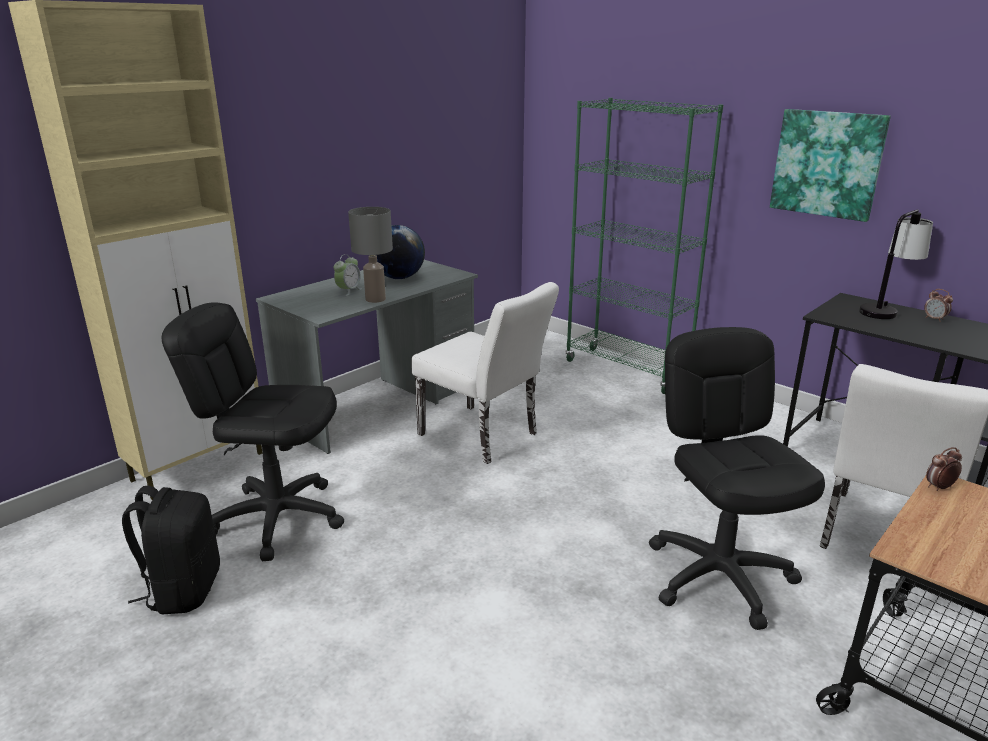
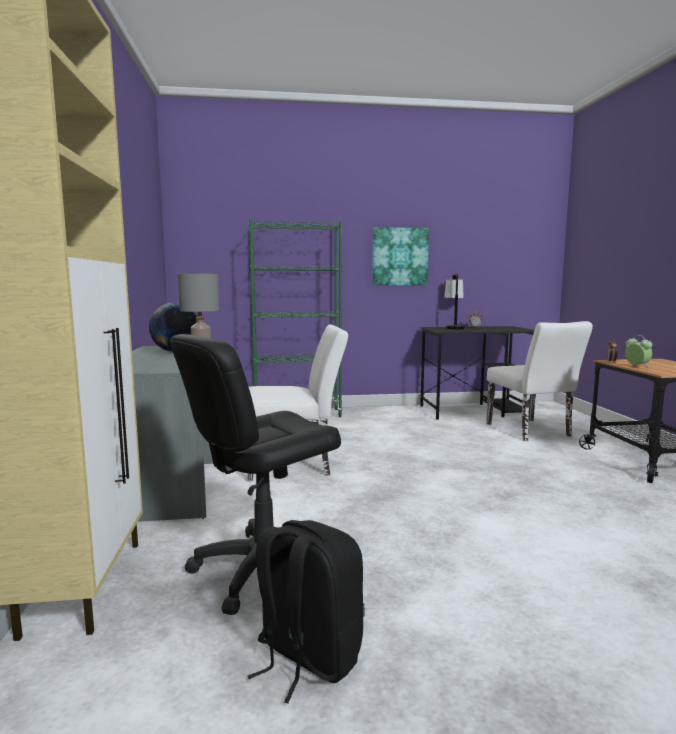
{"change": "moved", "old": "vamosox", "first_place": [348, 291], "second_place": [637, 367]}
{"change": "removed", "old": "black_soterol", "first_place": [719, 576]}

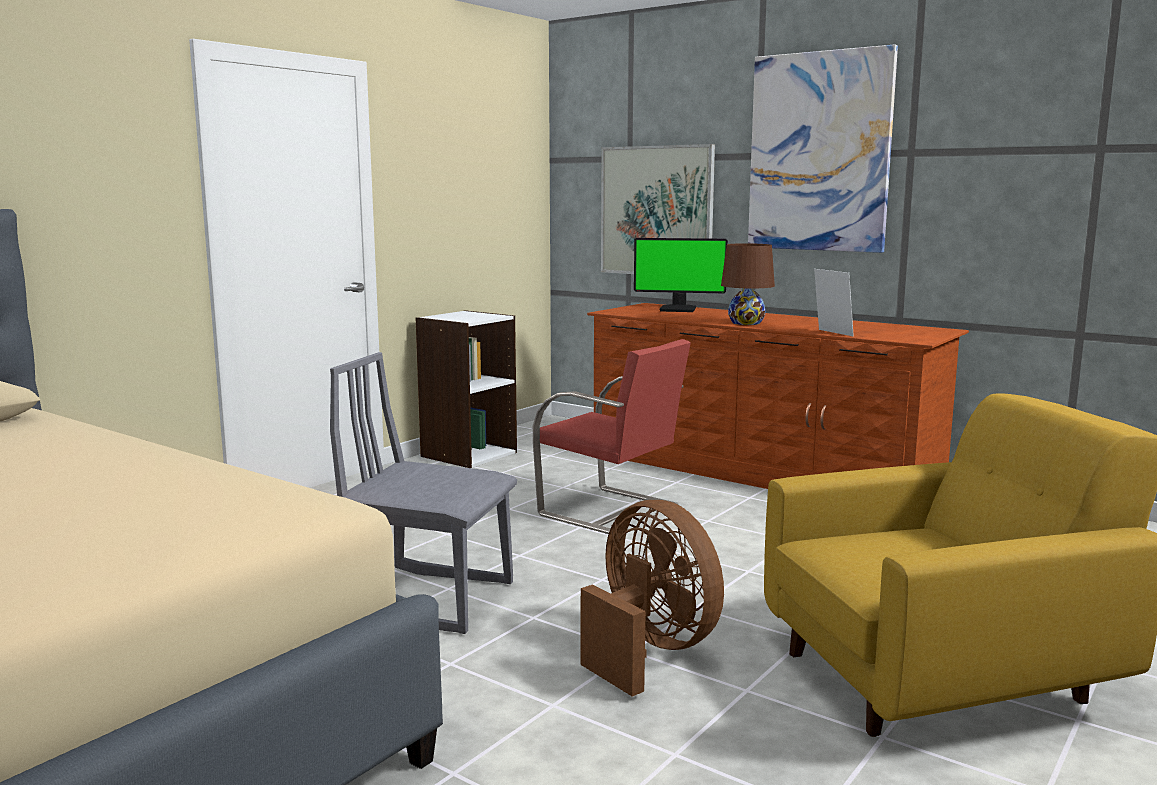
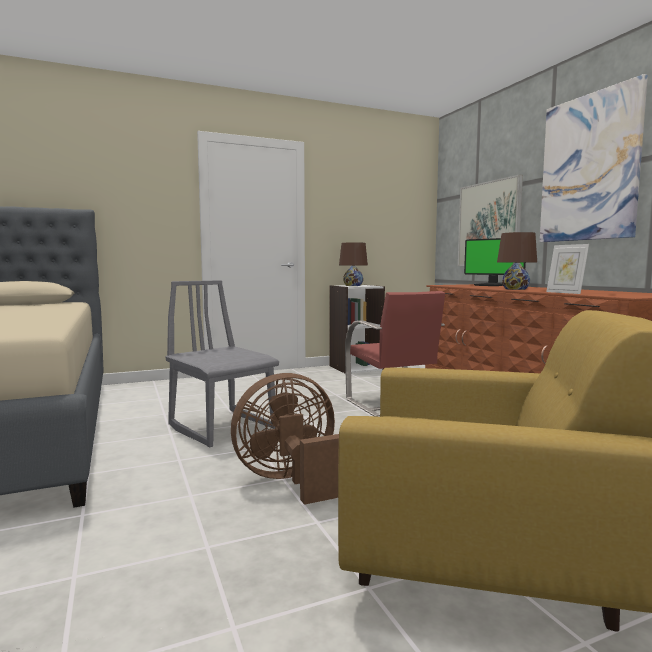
{"change": "turned", "old": "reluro", "first_place": [831, 333], "second_place": [565, 292], "degrees": 150}
{"change": "turned", "old": "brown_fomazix", "first_place": [649, 651], "second_place": [293, 481], "degrees": -105}
{"change": "added", "new": "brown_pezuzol", "second_place": [353, 285]}

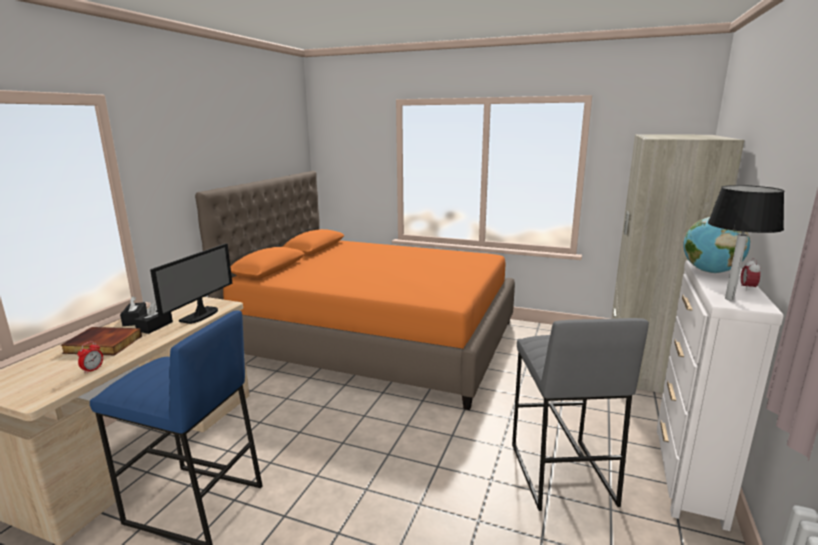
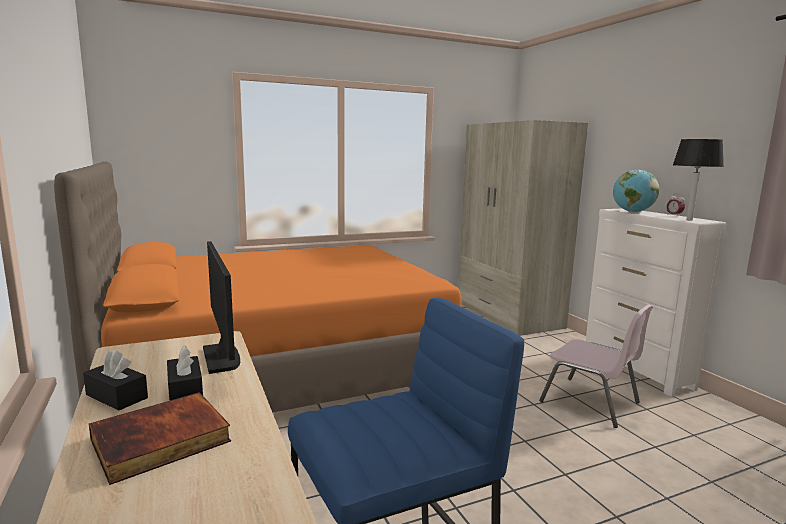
{"change": "replaced", "old": "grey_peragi", "new": "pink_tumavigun", "first_place": [560, 473], "second_place": [591, 402]}
{"change": "removed", "old": "vamosox", "first_place": [93, 369]}

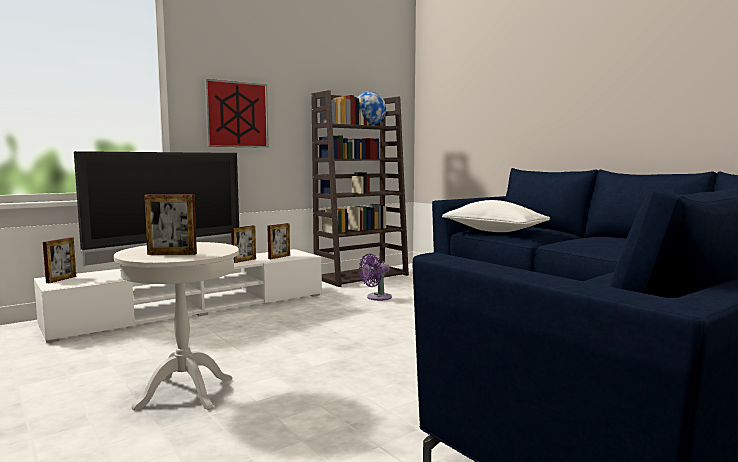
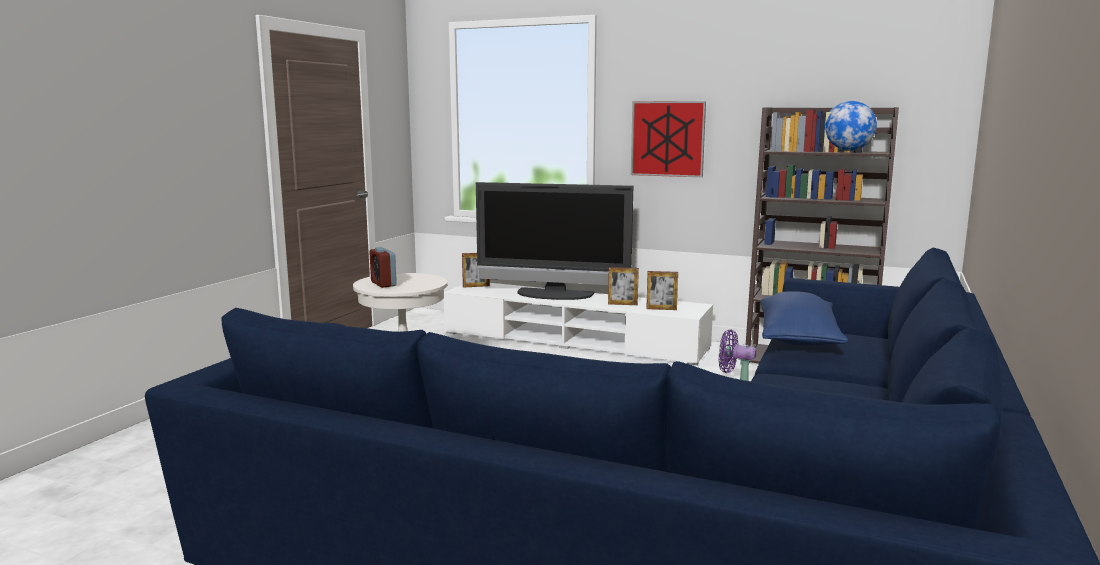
{"change": "replaced", "old": "reluro", "new": "vamosox", "first_place": [172, 254], "second_place": [383, 284]}
{"change": "recoloured", "old": "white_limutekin", "new": "blue_limutekin", "first_place": [494, 231], "second_place": [798, 339]}

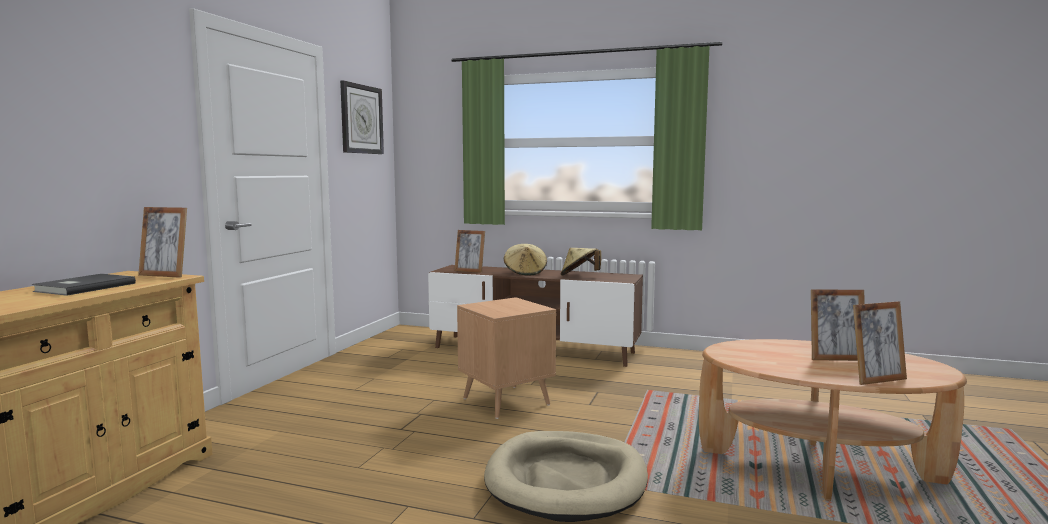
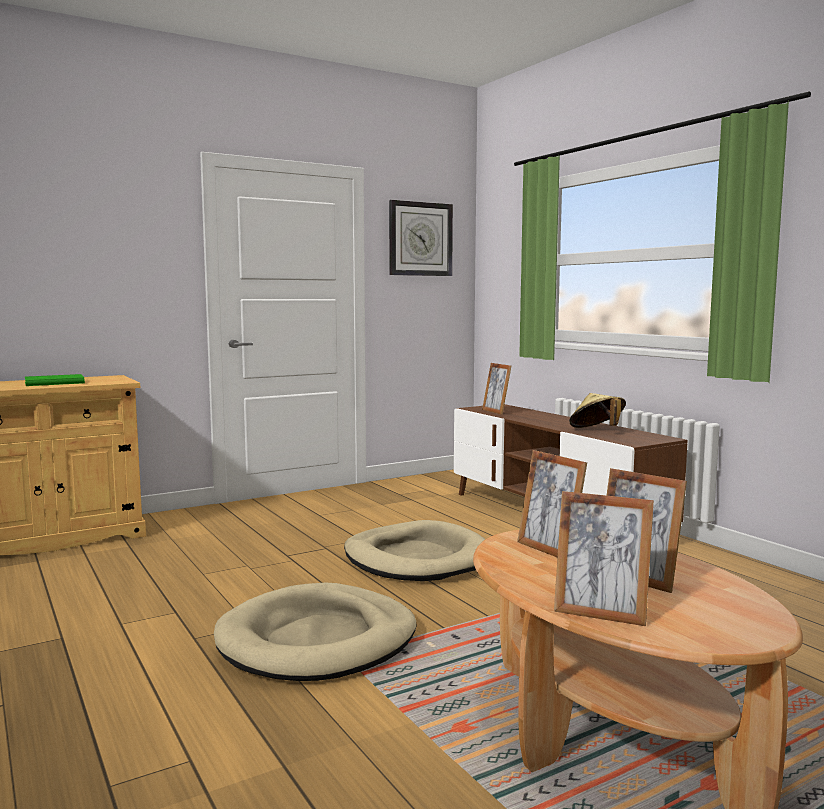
{"change": "moved", "old": "reluro", "first_place": [165, 275], "second_place": [549, 550]}
{"change": "removed", "old": "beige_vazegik", "first_place": [525, 272]}
{"change": "recoloured", "old": "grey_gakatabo", "new": "green_gakatabo", "first_place": [83, 287], "second_place": [53, 382]}
{"change": "replaced", "old": "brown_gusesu", "new": "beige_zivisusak", "first_place": [506, 401], "second_place": [416, 558]}

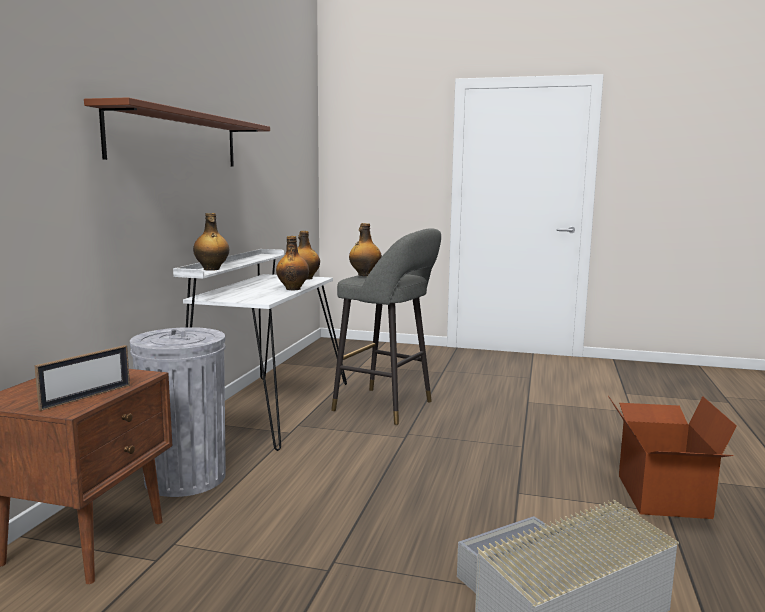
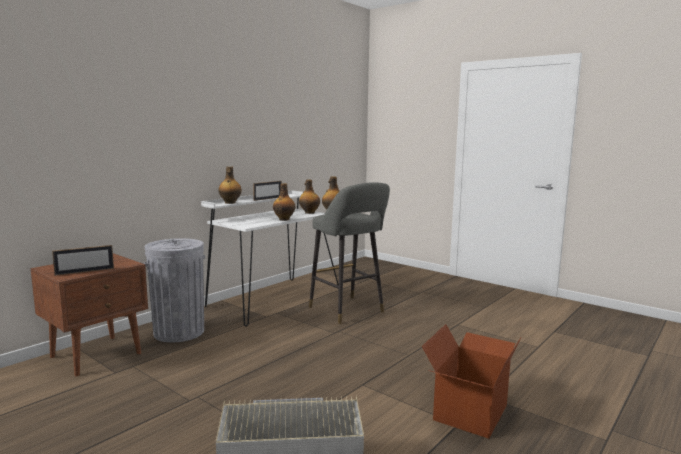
{"change": "removed", "old": "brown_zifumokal", "first_place": [177, 139]}
{"change": "added", "new": "reluro", "second_place": [268, 198]}

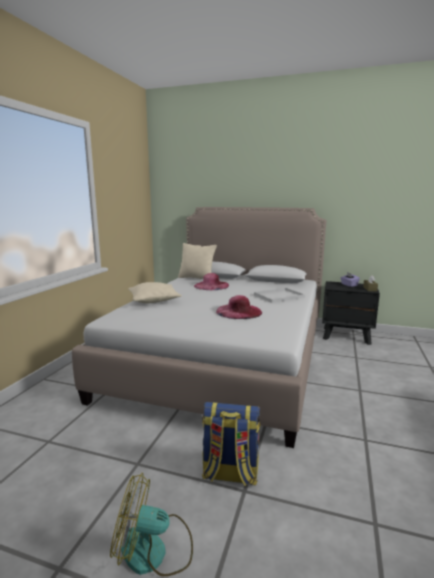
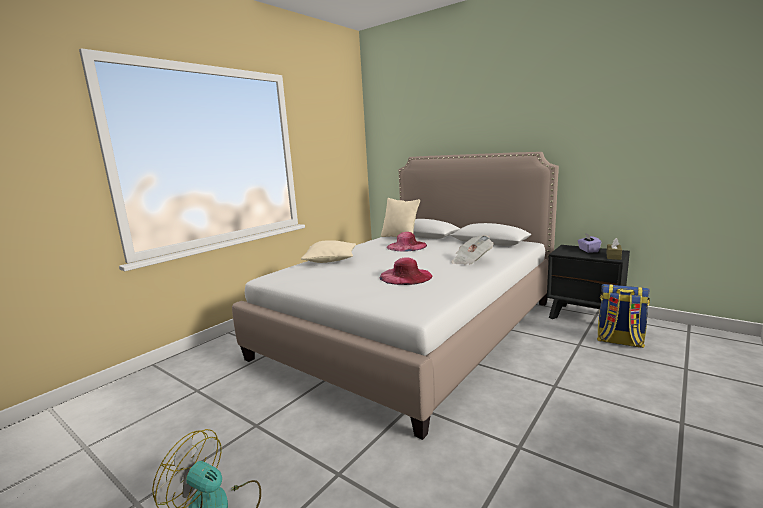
{"change": "replaced", "old": "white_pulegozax", "new": "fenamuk", "first_place": [278, 296], "second_place": [471, 261]}
{"change": "moved", "old": "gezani", "first_place": [230, 474], "second_place": [619, 341]}

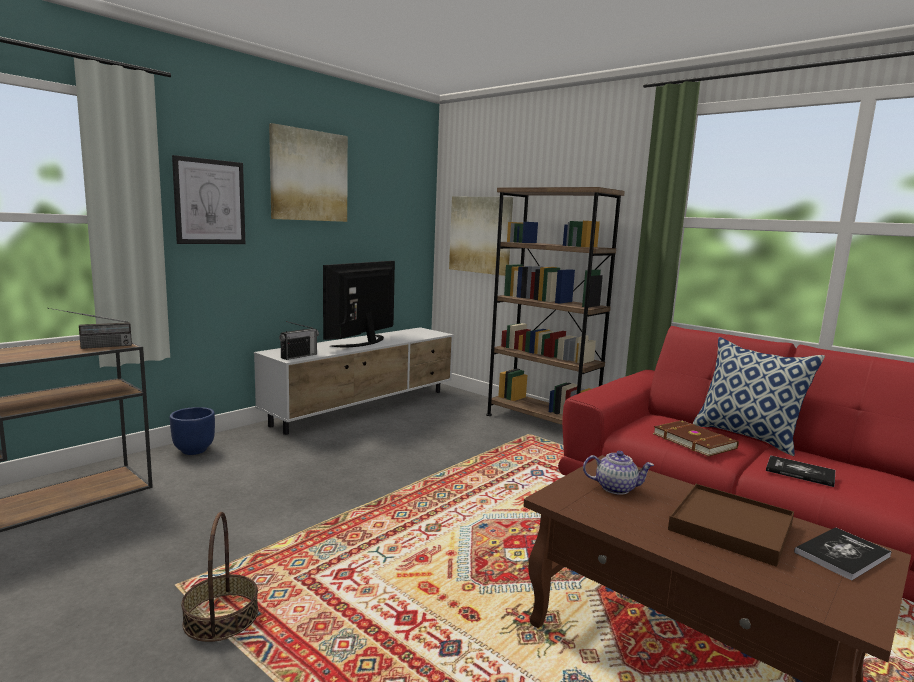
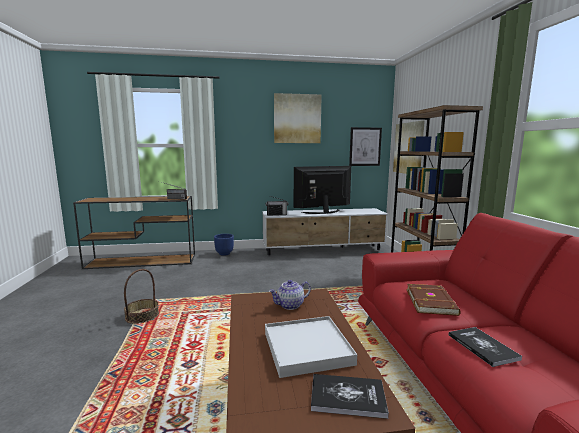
{"change": "moved", "old": "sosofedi", "first_place": [210, 202], "second_place": [365, 146]}
{"change": "removed", "old": "limutekin", "first_place": [747, 437]}
{"change": "turned", "old": "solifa", "first_place": [616, 488], "second_place": [290, 305], "degrees": 105}
{"change": "recoloured", "old": "brown_pulegozax", "new": "white_pulegozax", "first_place": [731, 527], "second_place": [307, 348]}

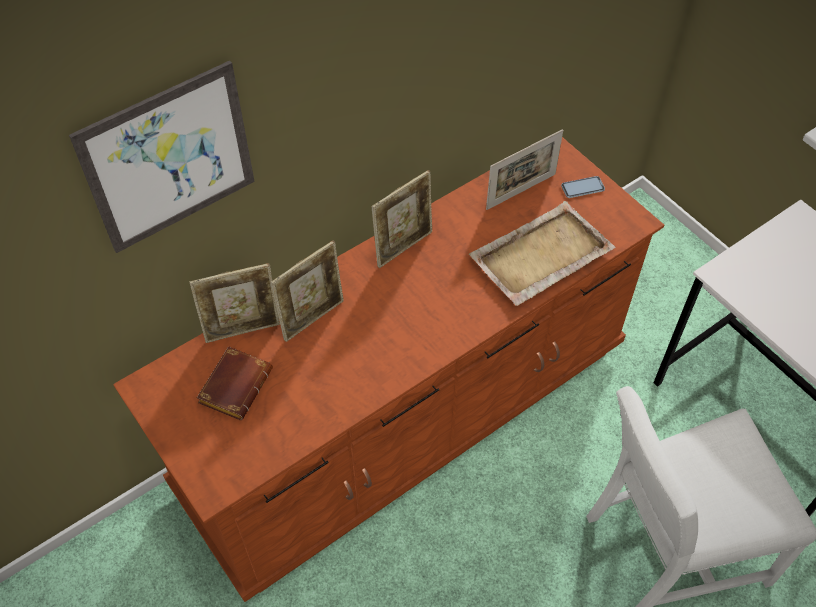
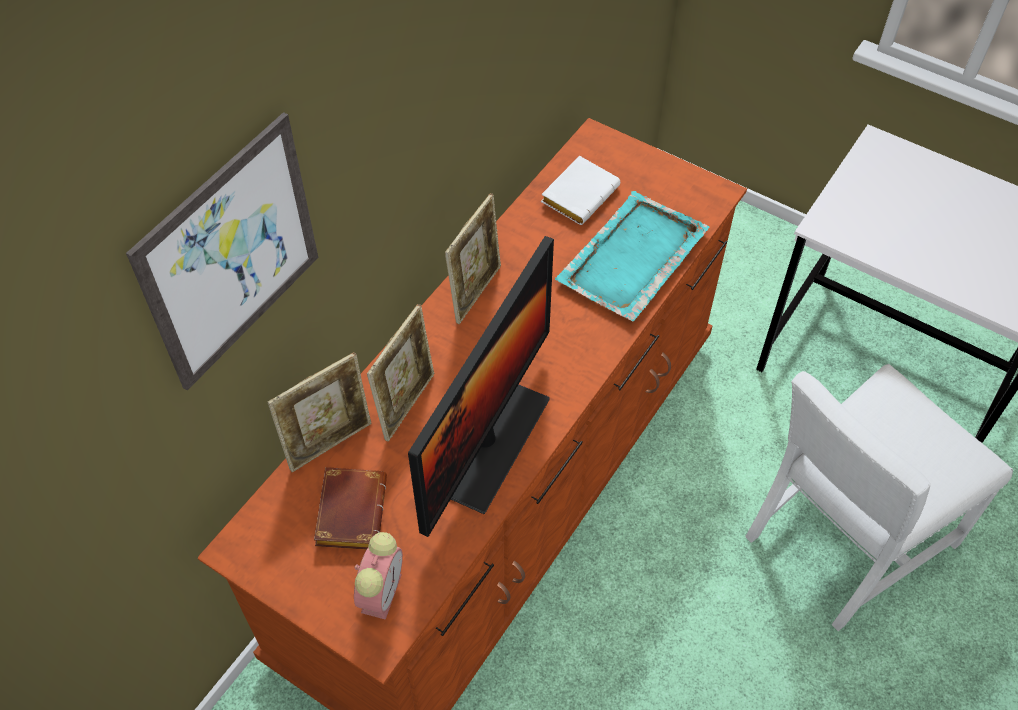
{"change": "replaced", "old": "reluro", "new": "white_gakatabo", "first_place": [521, 191], "second_place": [579, 193]}
{"change": "removed", "old": "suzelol", "first_place": [582, 188]}
{"change": "recoloured", "old": "beige_pulegozax", "new": "turquoise_pulegozax", "first_place": [540, 255], "second_place": [631, 259]}
{"change": "added", "new": "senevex", "second_place": [488, 442]}
{"change": "added", "new": "vamosox", "second_place": [381, 591]}

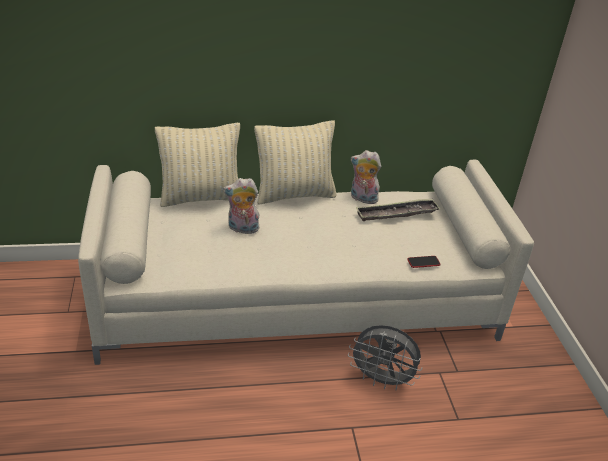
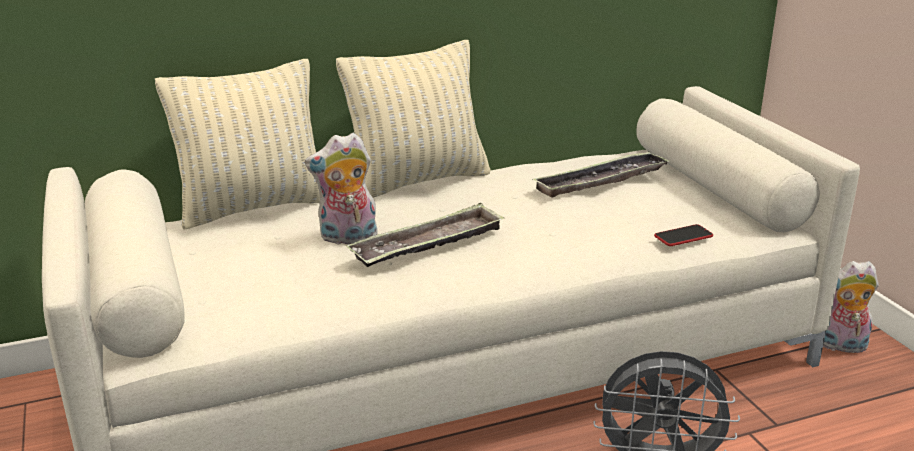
{"change": "moved", "old": "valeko", "first_place": [362, 199], "second_place": [840, 346]}
{"change": "added", "new": "pulegozax", "second_place": [428, 244]}

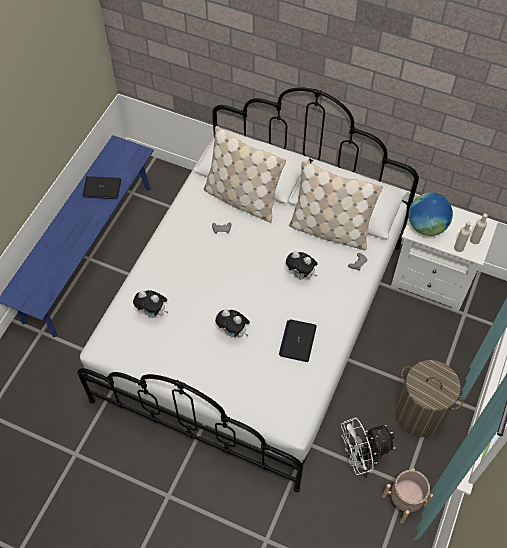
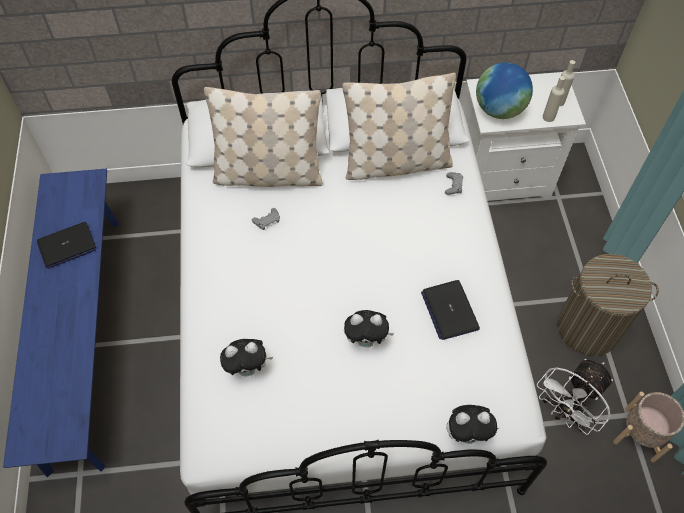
{"change": "moved", "old": "valeko", "first_place": [301, 275], "second_place": [467, 434]}

